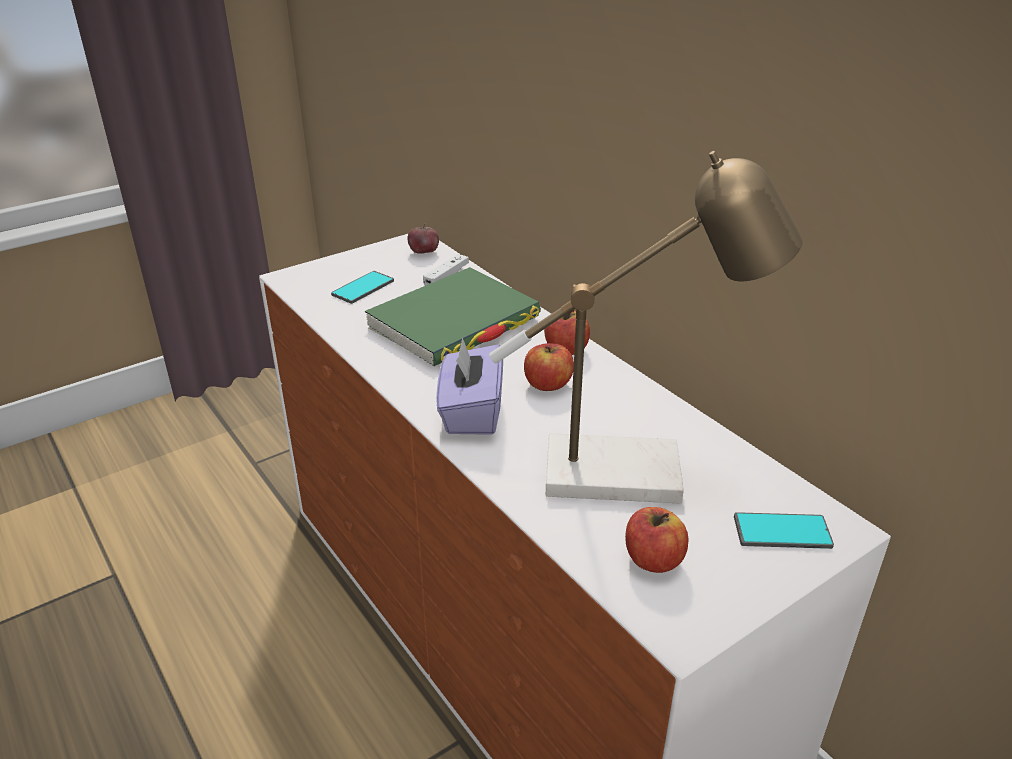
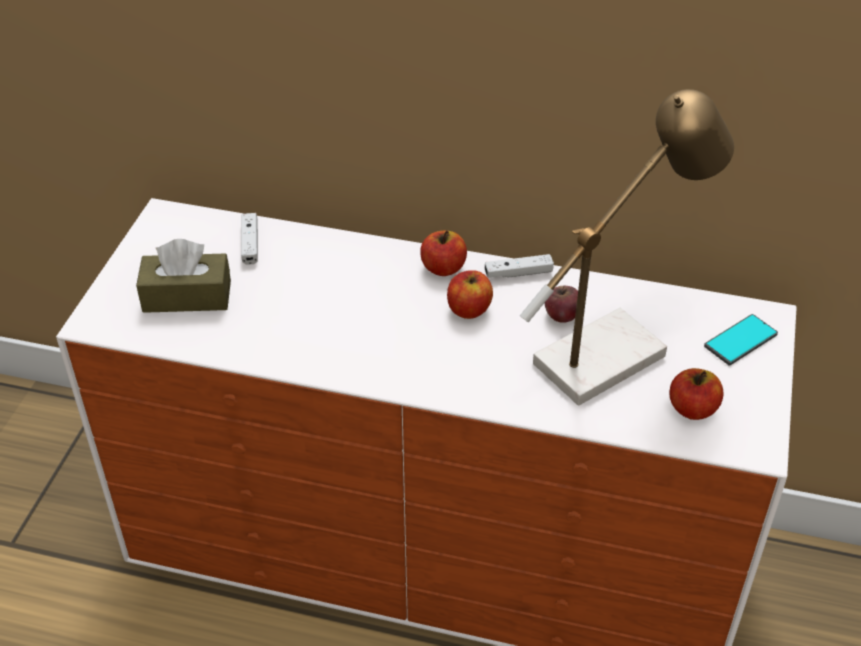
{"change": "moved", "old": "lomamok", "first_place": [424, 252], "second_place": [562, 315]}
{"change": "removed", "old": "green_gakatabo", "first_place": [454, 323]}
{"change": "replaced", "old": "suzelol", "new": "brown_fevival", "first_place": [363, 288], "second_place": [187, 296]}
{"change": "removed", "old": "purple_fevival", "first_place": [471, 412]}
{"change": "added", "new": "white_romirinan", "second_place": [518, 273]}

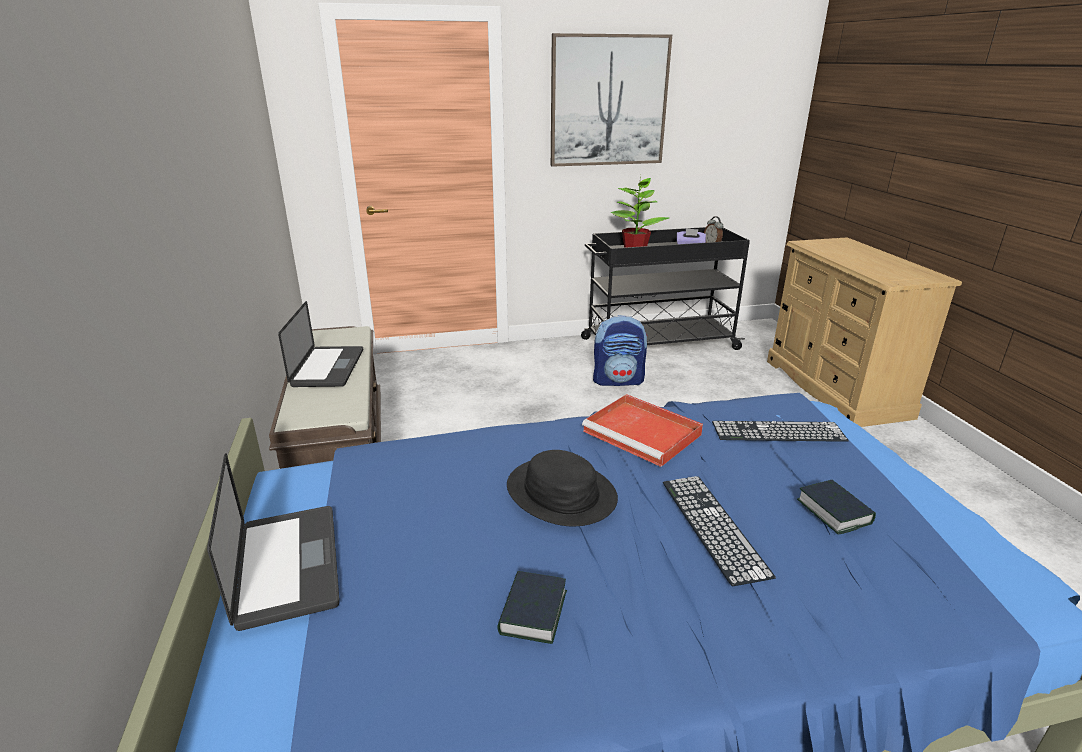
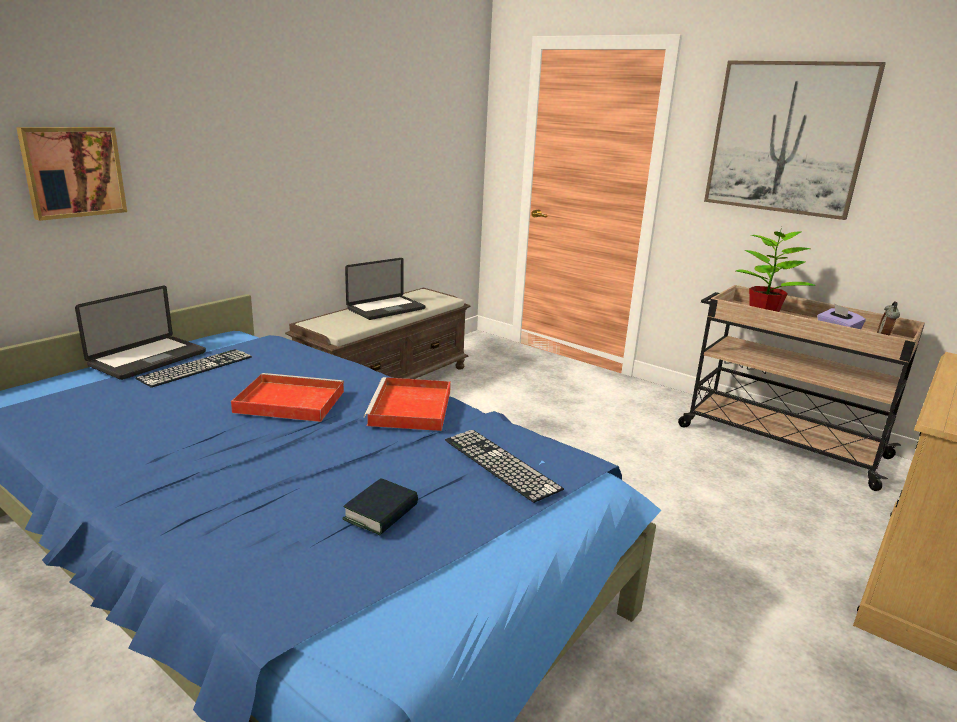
{"change": "recoloured", "old": "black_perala", "new": "beige_perala", "first_place": [657, 344], "second_place": [779, 441]}
{"change": "removed", "old": "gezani", "first_place": [618, 380]}
{"change": "replaced", "old": "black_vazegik", "new": "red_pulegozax", "first_place": [560, 493], "second_place": [288, 401]}
{"change": "moved", "old": "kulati", "first_place": [713, 526], "second_place": [196, 367]}
{"change": "removed", "old": "gakatabo", "first_place": [533, 612]}
{"change": "added", "new": "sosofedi", "second_place": [73, 171]}

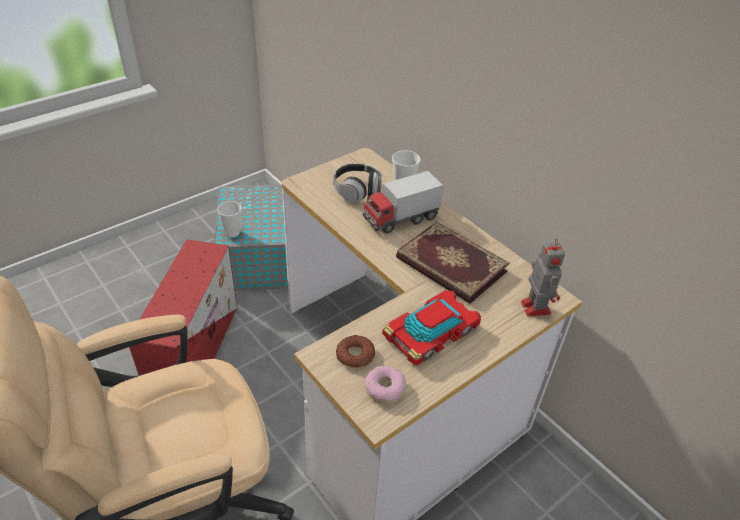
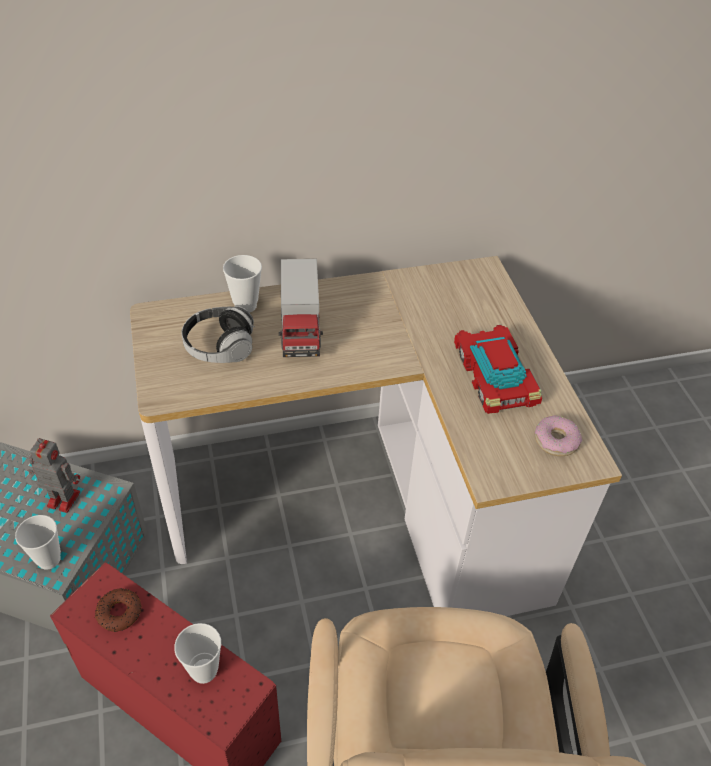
{"change": "removed", "old": "gakatabo", "first_place": [450, 266]}
{"change": "moved", "old": "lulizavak", "first_place": [535, 306], "second_place": [62, 499]}
{"change": "moved", "old": "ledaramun", "first_place": [355, 355], "second_place": [119, 613]}
{"change": "added", "new": "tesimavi", "second_place": [204, 671]}

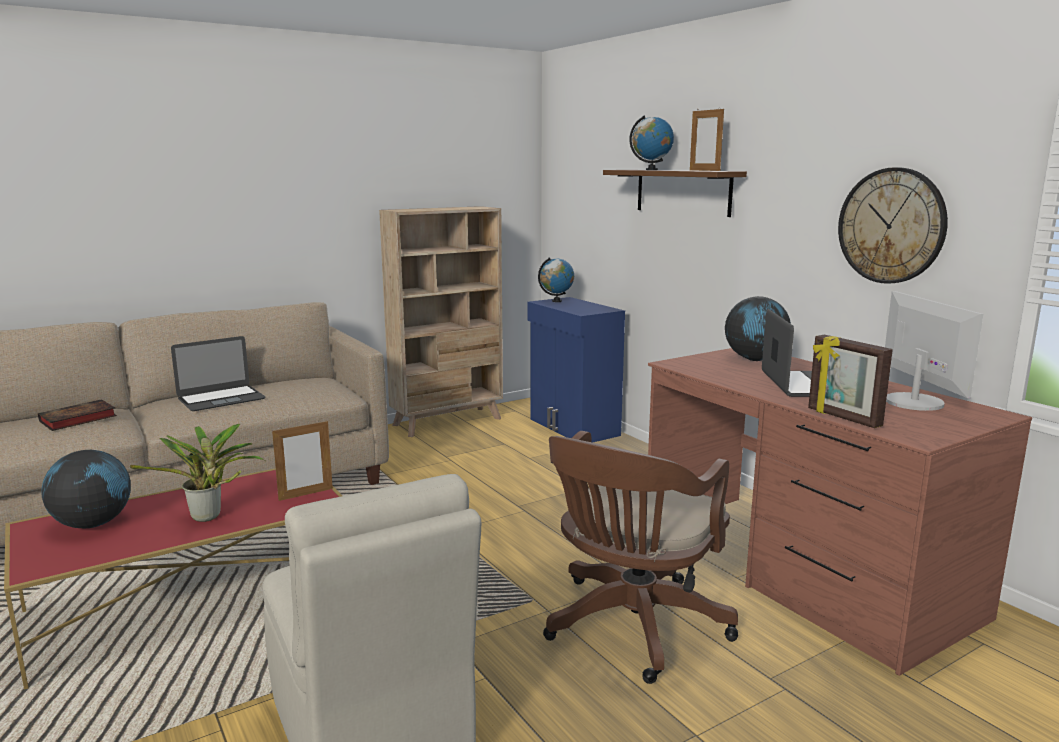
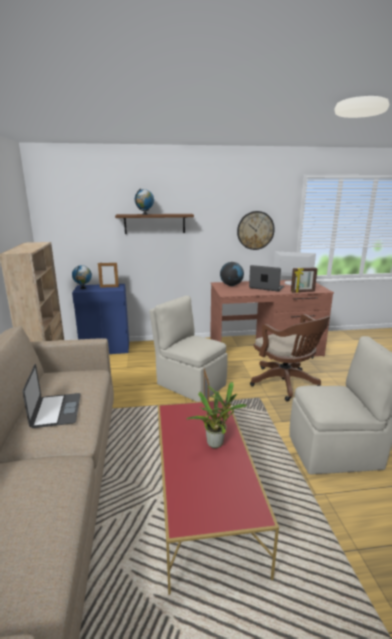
{"change": "moved", "old": "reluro", "first_place": [704, 170], "second_place": [109, 287]}
{"change": "removed", "old": "gakatabo", "first_place": [76, 419]}
{"change": "removed", "old": "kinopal", "first_place": [93, 524]}
{"change": "added", "new": "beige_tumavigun", "second_place": [190, 384]}

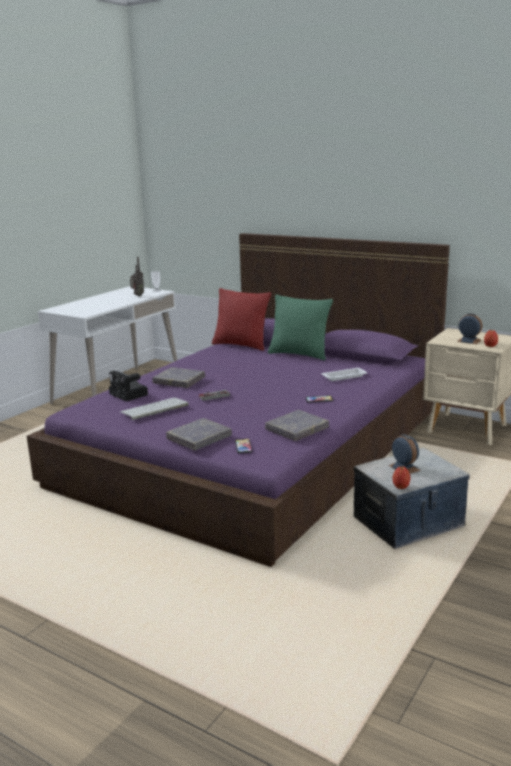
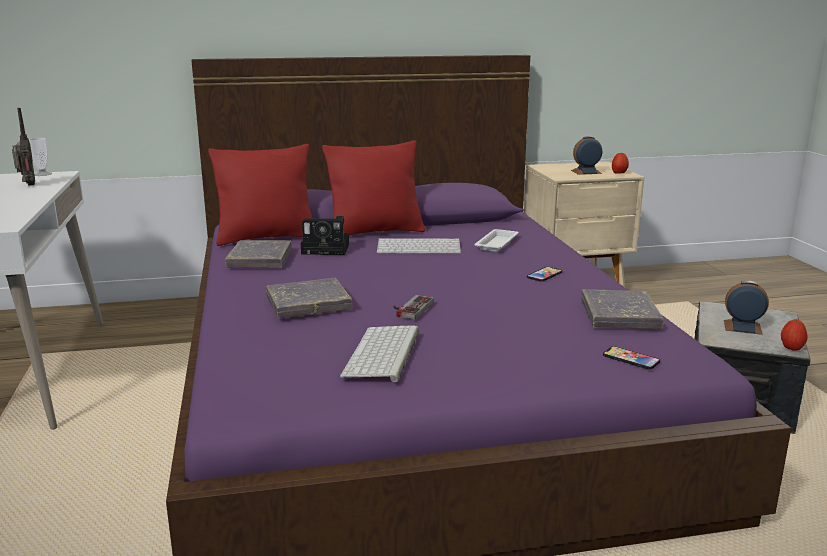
{"change": "recoloured", "old": "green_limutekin", "new": "red_limutekin", "first_place": [299, 354], "second_place": [375, 232]}
{"change": "moved", "old": "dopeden", "first_place": [130, 394], "second_place": [328, 249]}
{"change": "moved", "old": "grey_gakatabo", "first_place": [199, 438], "second_place": [260, 259]}
{"change": "added", "new": "kulati", "second_place": [420, 247]}

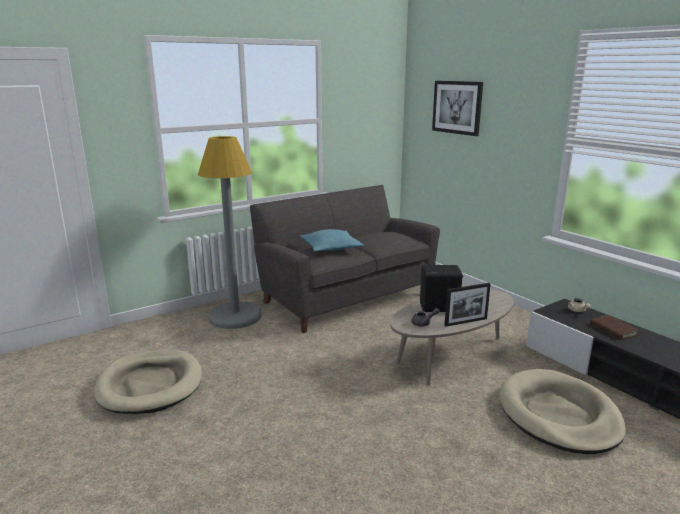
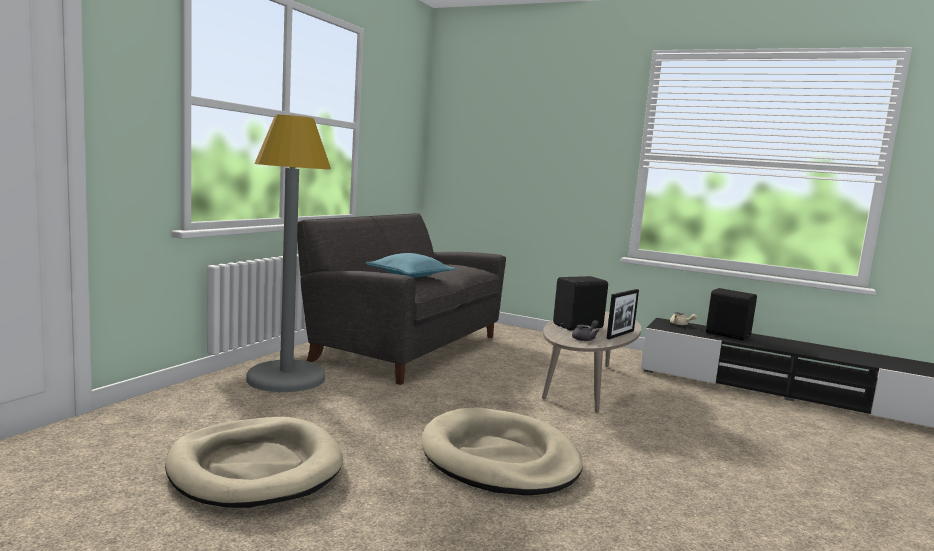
{"change": "removed", "old": "sosofedi", "first_place": [457, 107]}
{"change": "replaced", "old": "brown_gakatabo", "new": "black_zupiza", "first_place": [613, 329], "second_place": [727, 334]}
{"change": "moved", "old": "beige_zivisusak", "first_place": [558, 415], "second_place": [499, 458]}

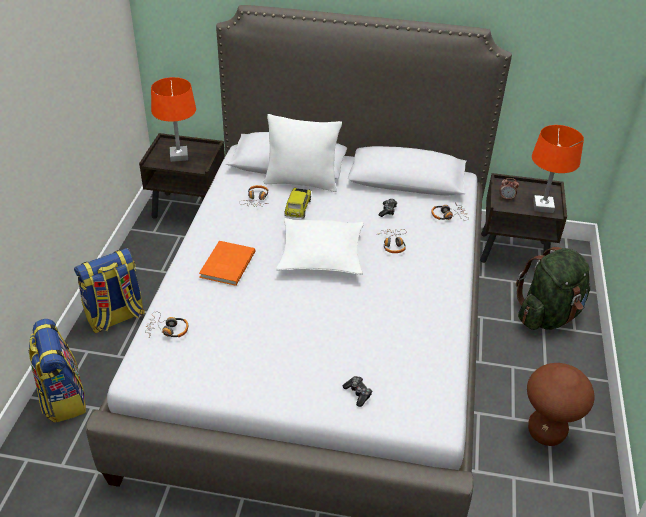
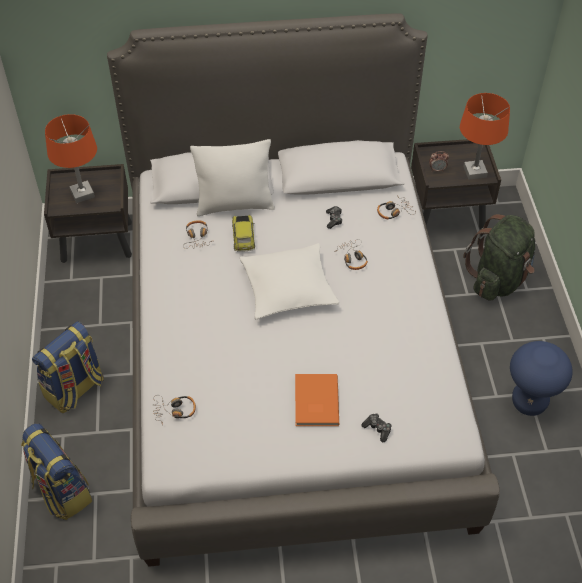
{"change": "moved", "old": "orange_gakatabo", "first_place": [226, 265], "second_place": [315, 402]}
{"change": "recoloured", "old": "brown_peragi", "new": "blue_peragi", "first_place": [546, 432], "second_place": [529, 402]}

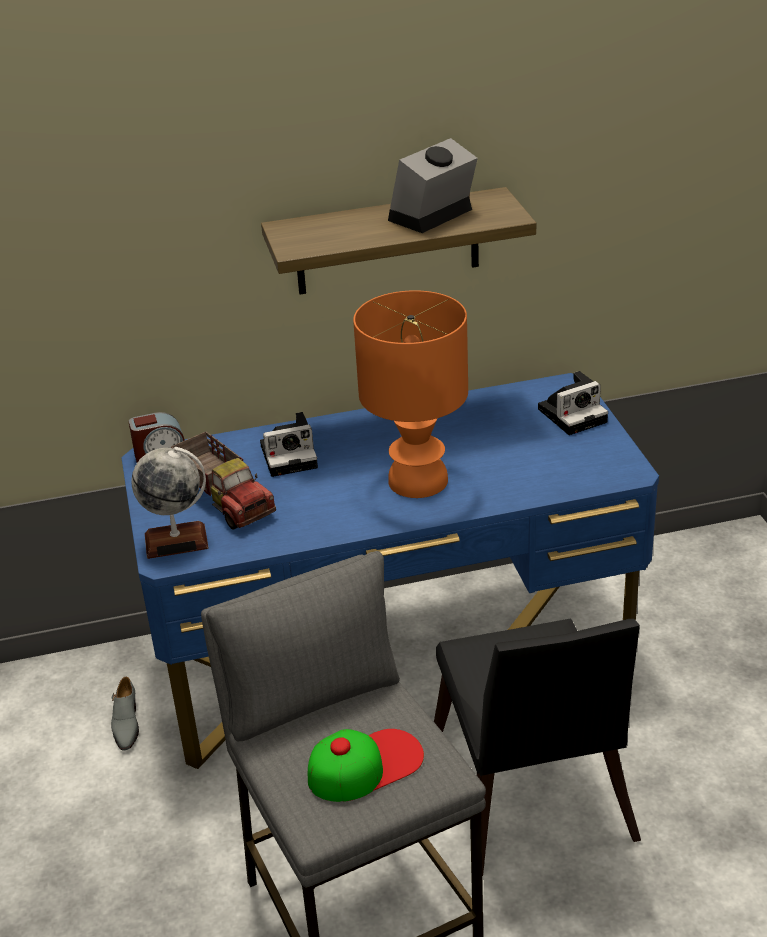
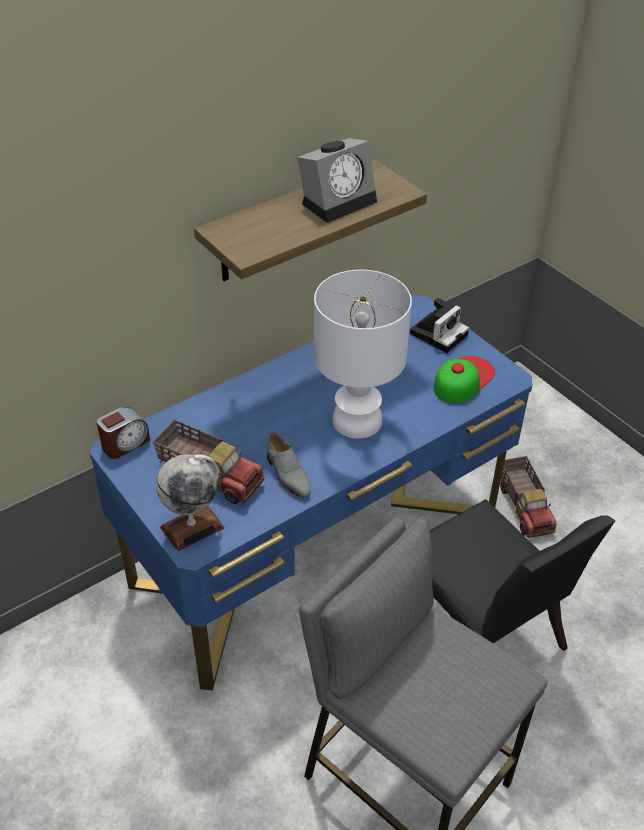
{"change": "turned", "old": "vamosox", "first_place": [431, 217], "second_place": [339, 200], "degrees": -150}
{"change": "recoloured", "old": "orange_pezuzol", "new": "white_pezuzol", "first_place": [417, 481], "second_place": [357, 422]}
{"change": "removed", "old": "dopeden", "first_place": [291, 455]}
{"change": "moved", "old": "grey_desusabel", "first_place": [126, 724], "second_place": [287, 475]}
{"change": "moved", "old": "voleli", "first_place": [365, 765], "second_place": [463, 379]}
{"change": "added", "new": "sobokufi", "second_place": [525, 507]}

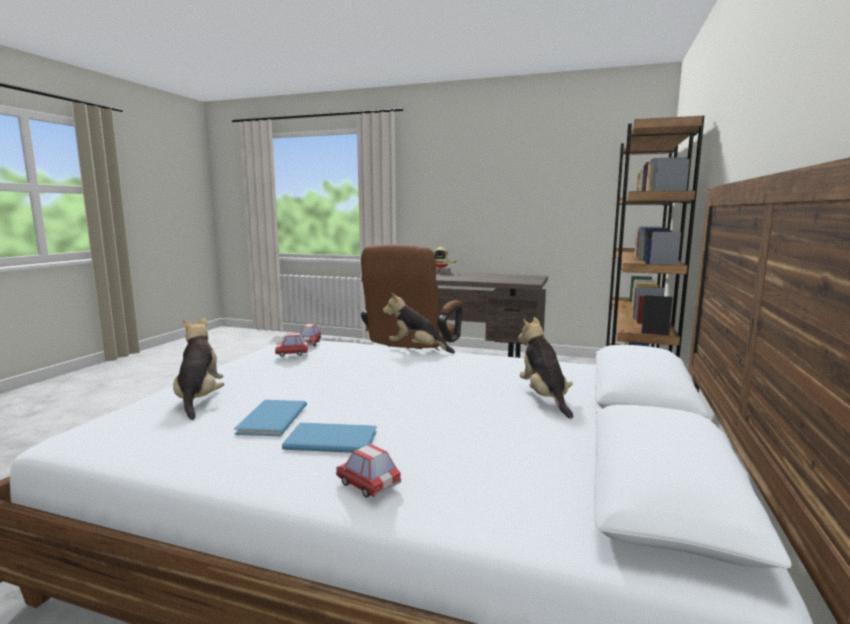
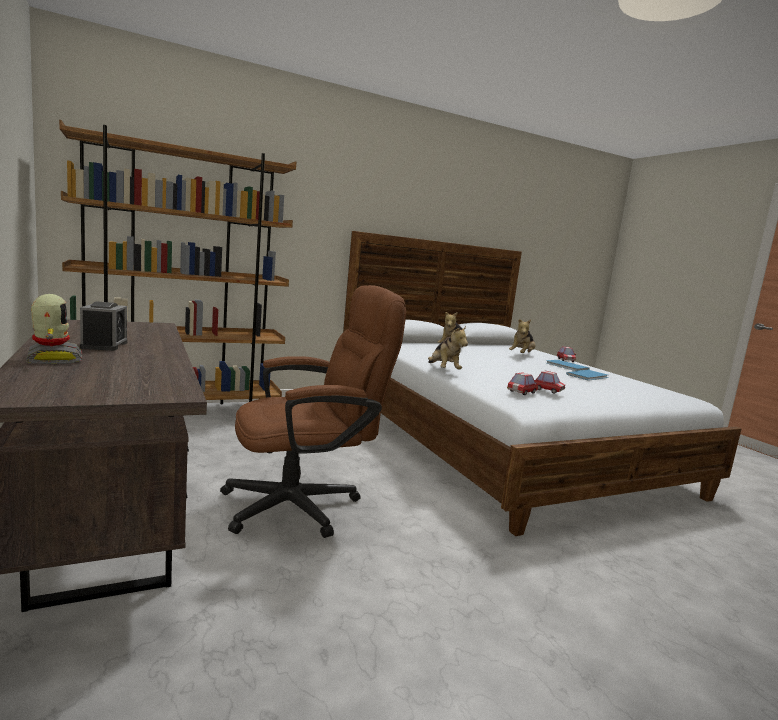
{"change": "moved", "old": "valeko", "first_place": [199, 399], "second_place": [522, 355]}
{"change": "added", "new": "vamosox", "second_place": [104, 345]}

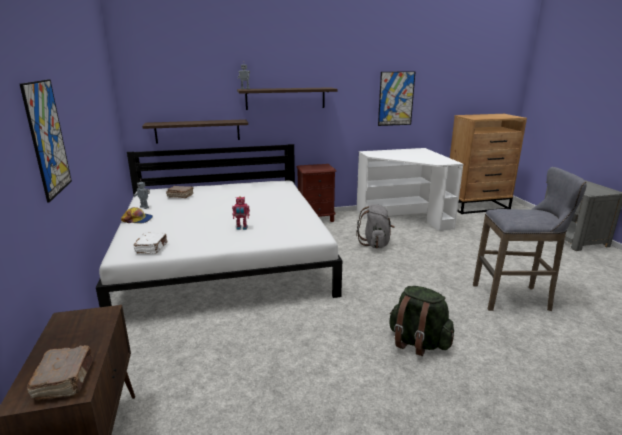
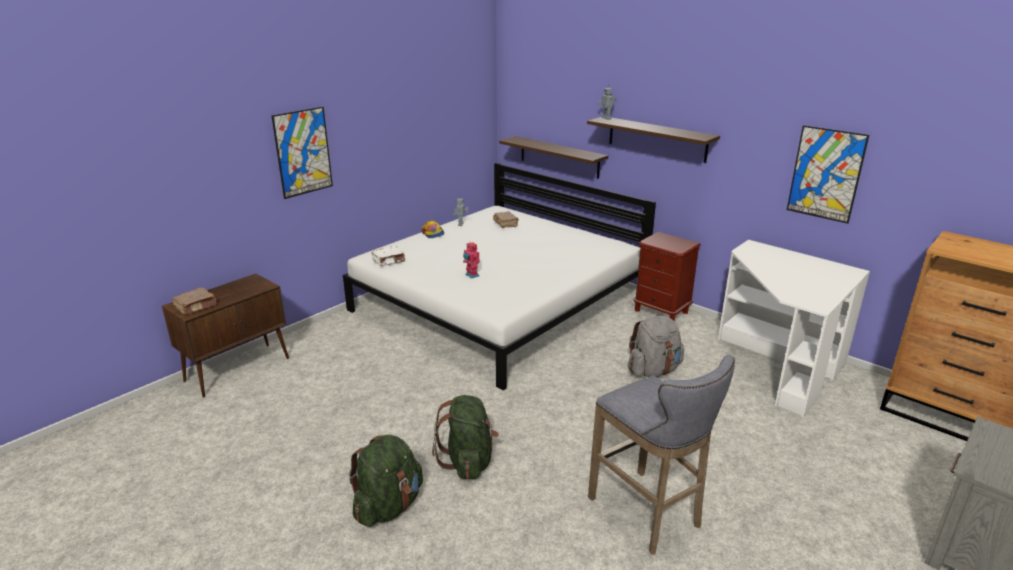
{"change": "added", "new": "green_gezani", "second_place": [389, 506]}

